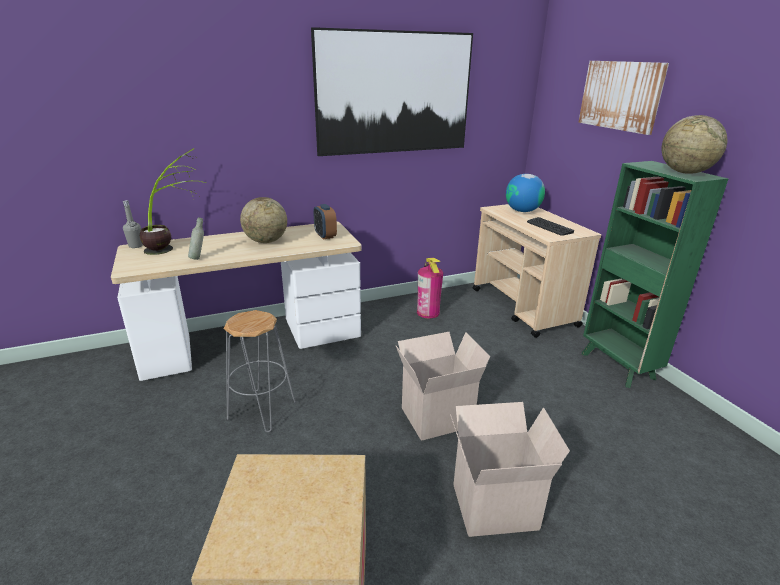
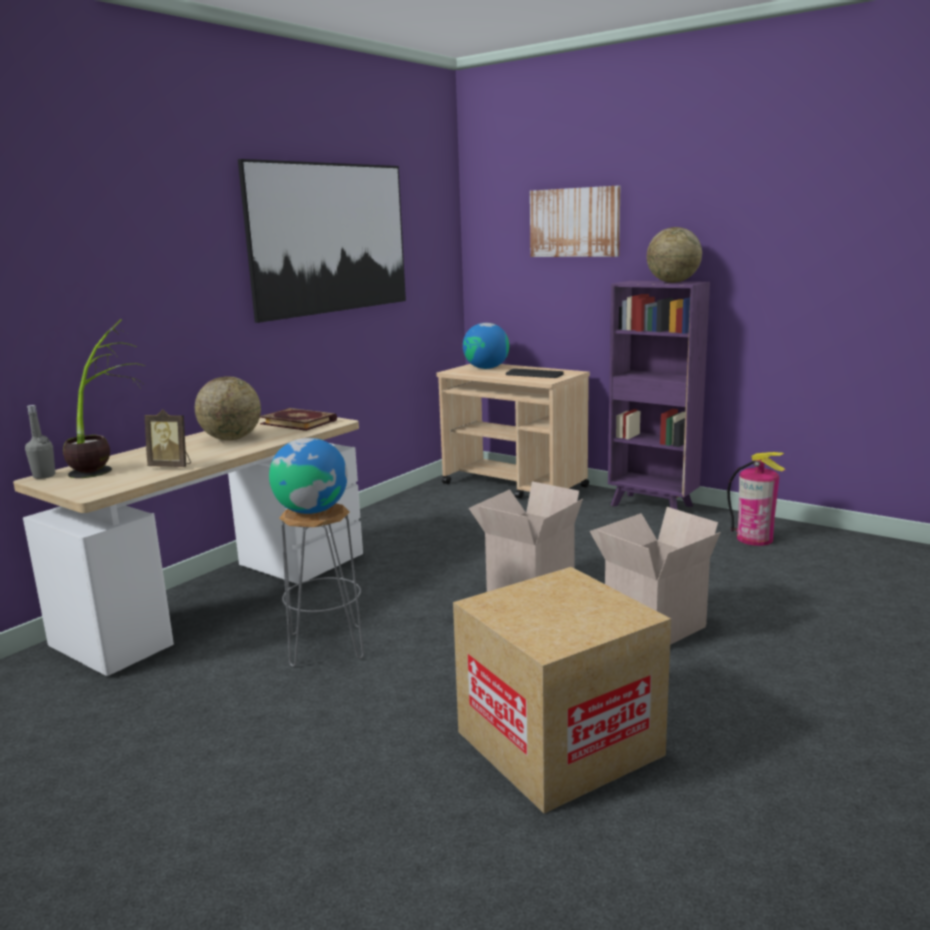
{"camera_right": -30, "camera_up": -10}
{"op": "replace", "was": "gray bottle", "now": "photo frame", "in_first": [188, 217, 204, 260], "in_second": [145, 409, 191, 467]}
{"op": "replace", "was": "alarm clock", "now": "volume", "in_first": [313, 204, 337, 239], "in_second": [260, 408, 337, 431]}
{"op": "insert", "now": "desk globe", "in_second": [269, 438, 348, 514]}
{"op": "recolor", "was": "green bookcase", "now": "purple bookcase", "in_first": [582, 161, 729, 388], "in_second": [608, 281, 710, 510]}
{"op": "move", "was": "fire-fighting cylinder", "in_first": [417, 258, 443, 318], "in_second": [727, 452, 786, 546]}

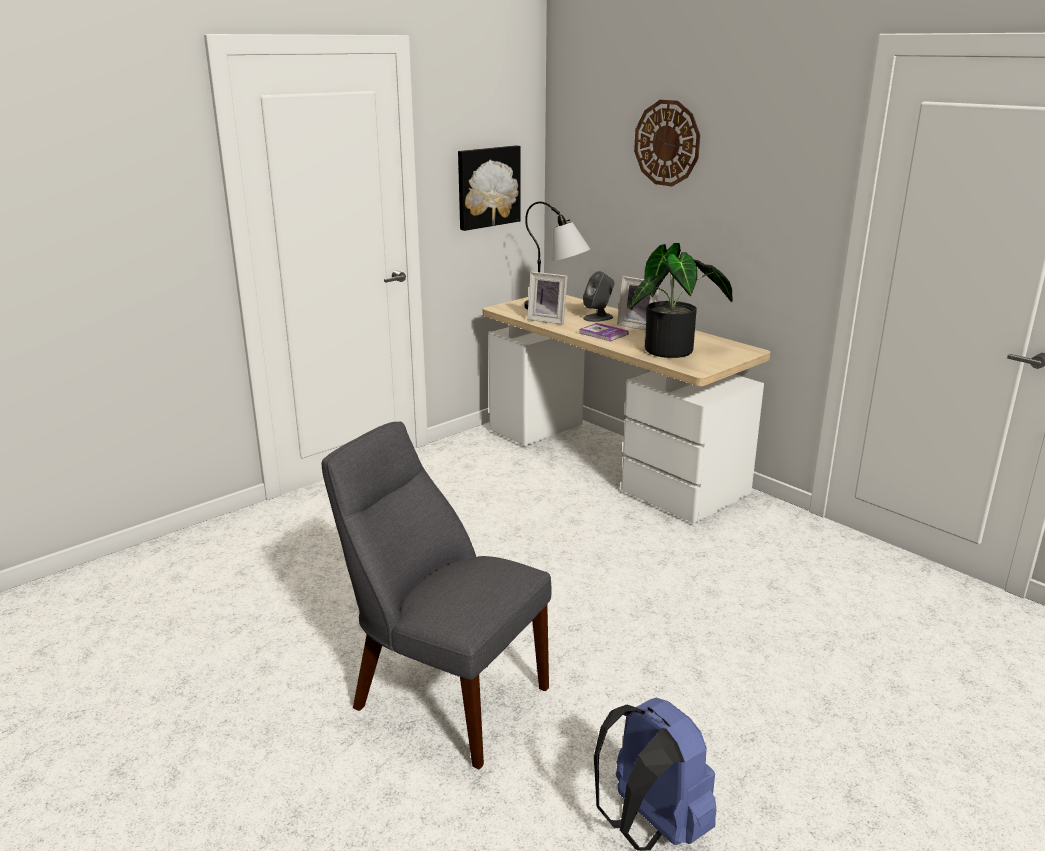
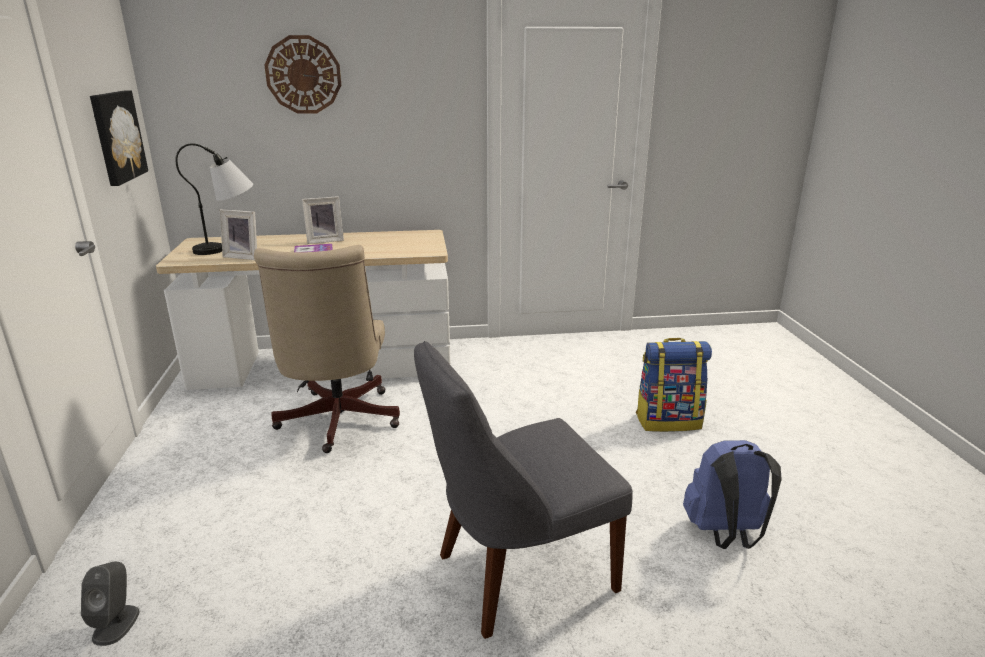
{"camera_right": -55, "camera_up": 0}
{"op": "move", "was": "gray speaker", "in_first": [583, 271, 615, 322], "in_second": [81, 562, 140, 646]}
{"op": "rotate", "was": "photo frame", "in_first": [527, 271, 568, 325], "in_second": [219, 209, 257, 260], "clockwise": 45}
{"op": "insert", "now": "beige-coloured desk chair", "in_second": [254, 245, 400, 453]}
{"op": "insert", "now": "backpack", "in_second": [636, 338, 712, 432]}
{"op": "delete", "was": "potted plant", "in_first": [631, 243, 733, 358]}

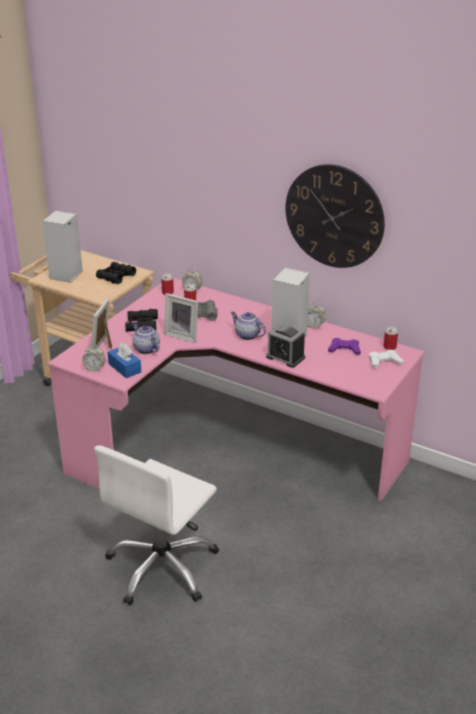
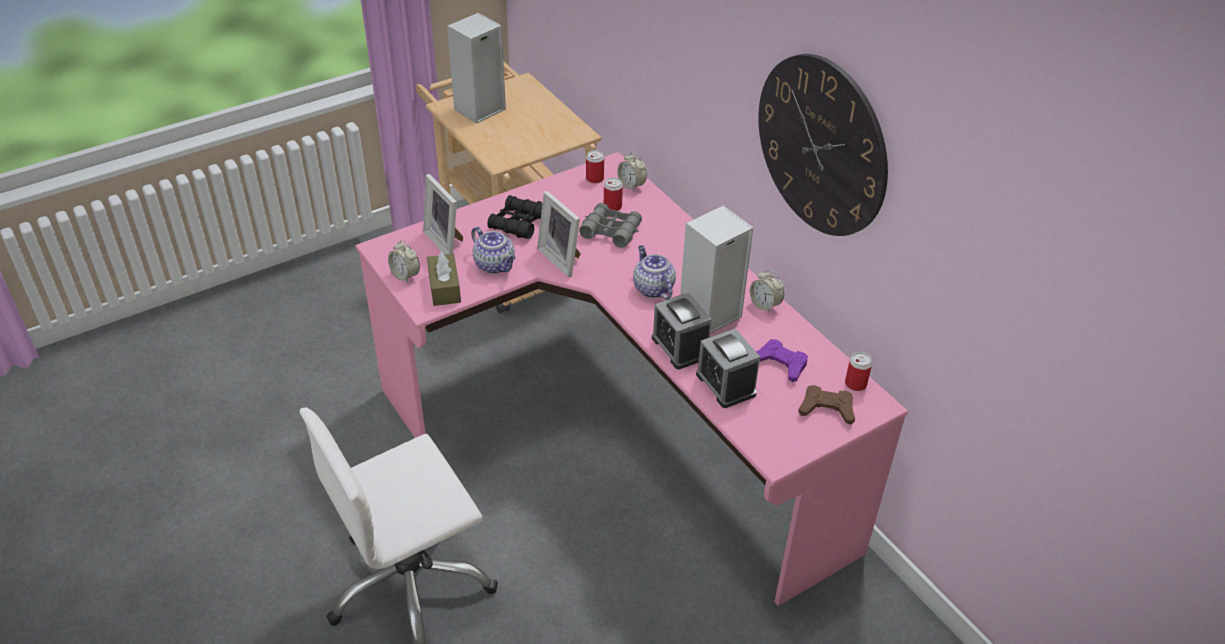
{"camera_right": 25, "camera_up": 10}
{"op": "rotate", "was": "photo frame", "in_first": [91, 298, 112, 349], "in_second": [423, 174, 463, 255], "clockwise": -75}
{"op": "recolor", "was": "bluish box of tissues", "now": "brown box of tissues", "in_first": [108, 343, 141, 378], "in_second": [427, 251, 461, 306]}
{"op": "rotate", "was": "tea pot", "in_first": [132, 323, 160, 354], "in_second": [471, 227, 515, 274], "clockwise": 150}
{"op": "insert", "now": "alarm clock", "in_second": [696, 328, 760, 408]}
{"op": "recolor", "was": "whitish game controller", "now": "brown game controller", "in_first": [369, 350, 404, 368], "in_second": [798, 385, 855, 425]}
{"op": "delete", "was": "blackish binoculars", "in_first": [96, 262, 136, 284]}

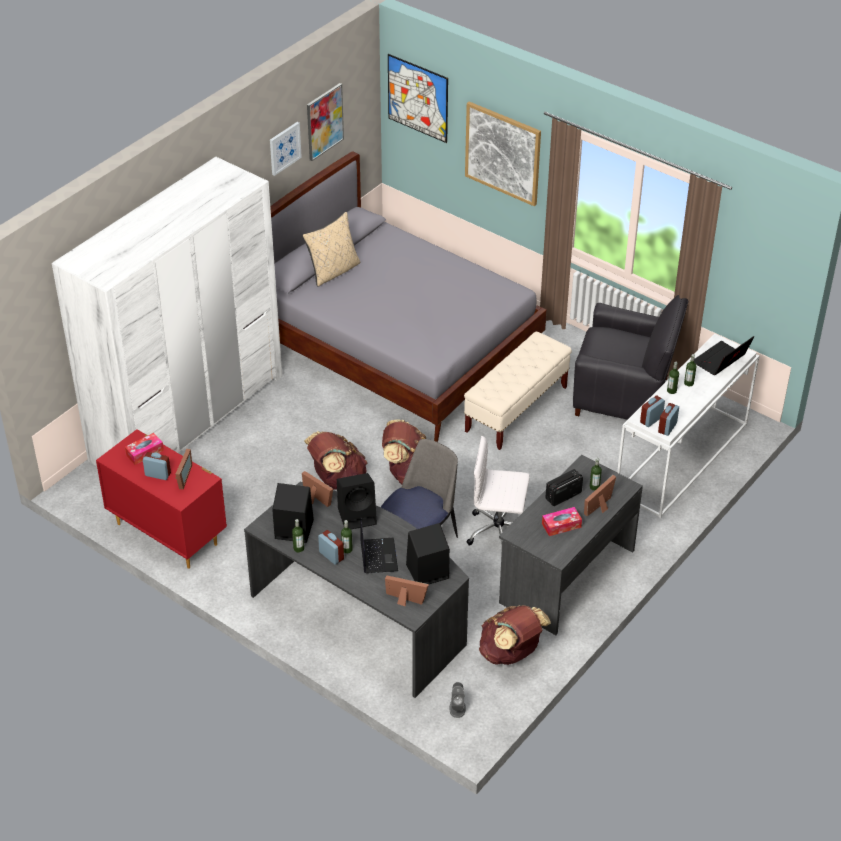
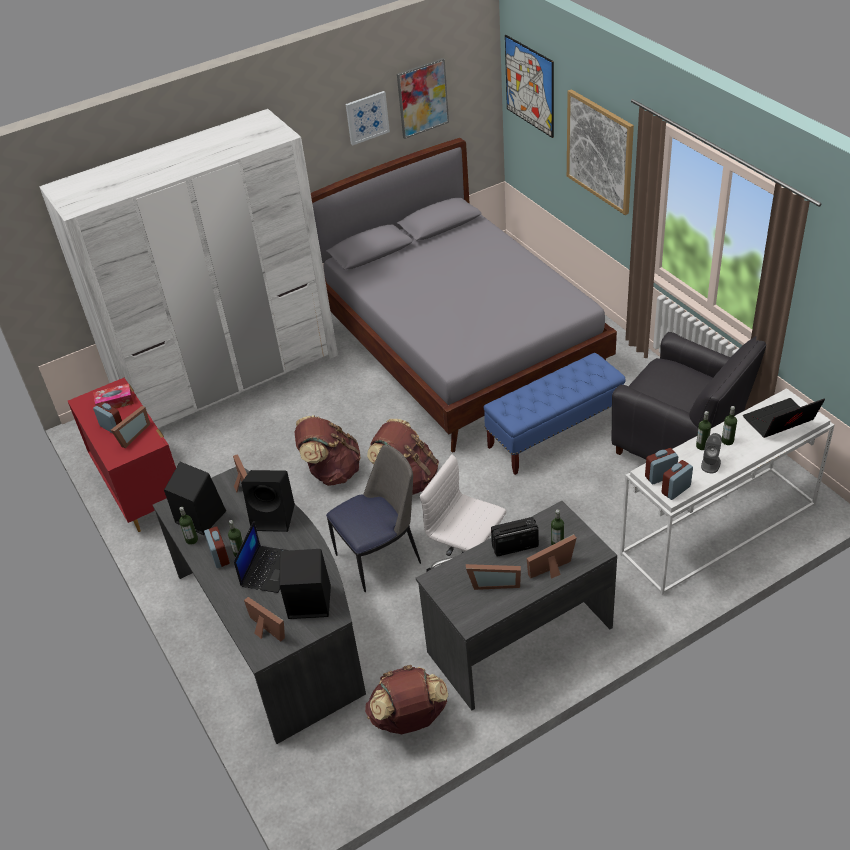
{"camera_right": 25, "camera_up": 0}
{"op": "replace", "was": "box of tissues", "now": "photo frame", "in_first": [542, 507, 582, 536], "in_second": [466, 564, 521, 590]}
{"op": "recolor", "was": "beige-coloured indoor bench", "now": "bluish indoor bench", "in_first": [464, 332, 572, 450], "in_second": [484, 353, 626, 475]}
{"op": "move", "was": "gray speaker", "in_first": [450, 682, 465, 718], "in_second": [701, 433, 722, 473]}
{"op": "delete", "was": "beige-coloured cushion", "in_first": [303, 212, 360, 287]}

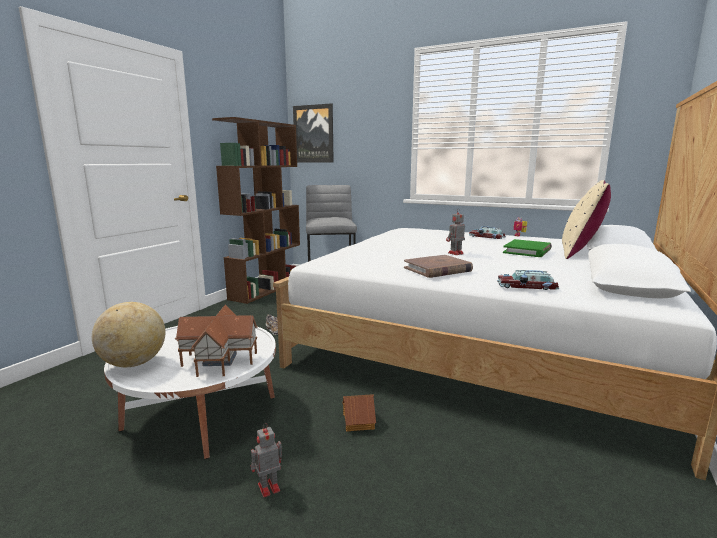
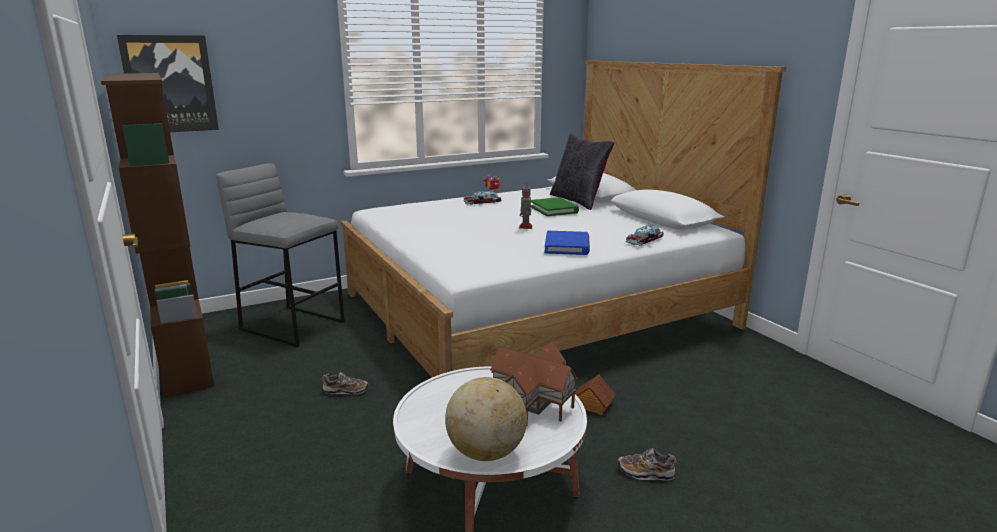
{"camera_right": -55, "camera_up": 5}
{"op": "recolor", "was": "brown volume", "now": "bluish volume", "in_first": [404, 255, 473, 278], "in_second": [545, 231, 590, 255]}
{"op": "recolor", "was": "beige-coloured cushion", "now": "blackish cushion", "in_first": [562, 180, 611, 259], "in_second": [550, 133, 614, 210]}
{"op": "replace", "was": "toy robot", "now": "low shoe", "in_first": [251, 423, 282, 497], "in_second": [618, 448, 677, 481]}

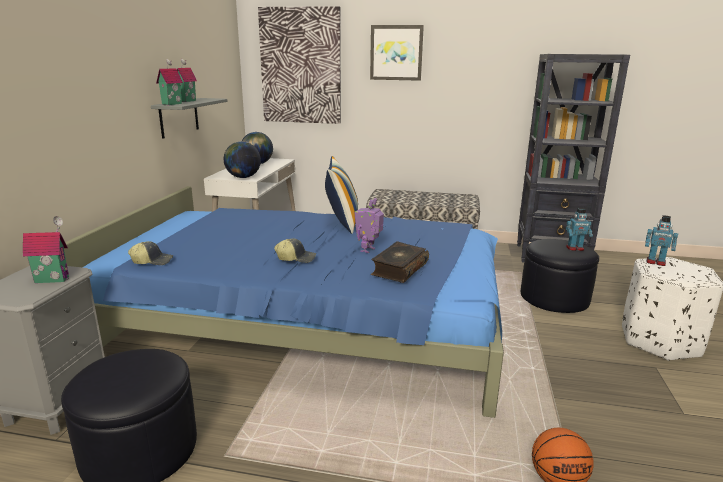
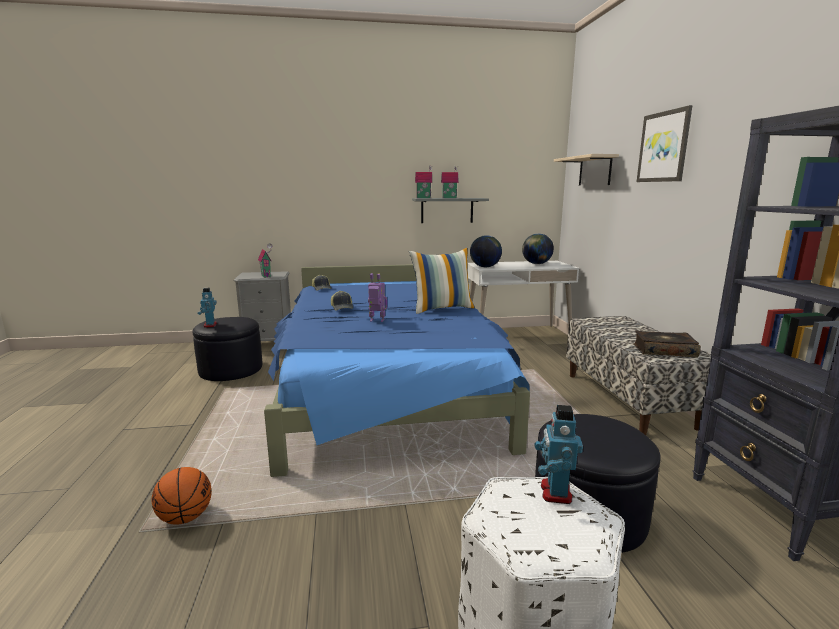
{"camera_right": 70, "camera_up": -5}
{"op": "move", "was": "toy robot", "in_first": [566, 208, 593, 251], "in_second": [198, 288, 217, 328]}
{"op": "replace", "was": "picture", "now": "beige-coloured bracket shelf", "in_first": [258, 6, 341, 124], "in_second": [554, 154, 619, 186]}
{"op": "move", "was": "volume", "in_first": [371, 242, 429, 283], "in_second": [634, 331, 701, 358]}

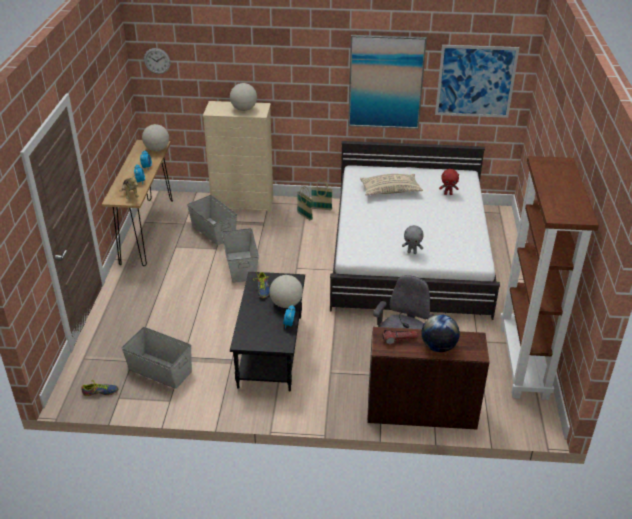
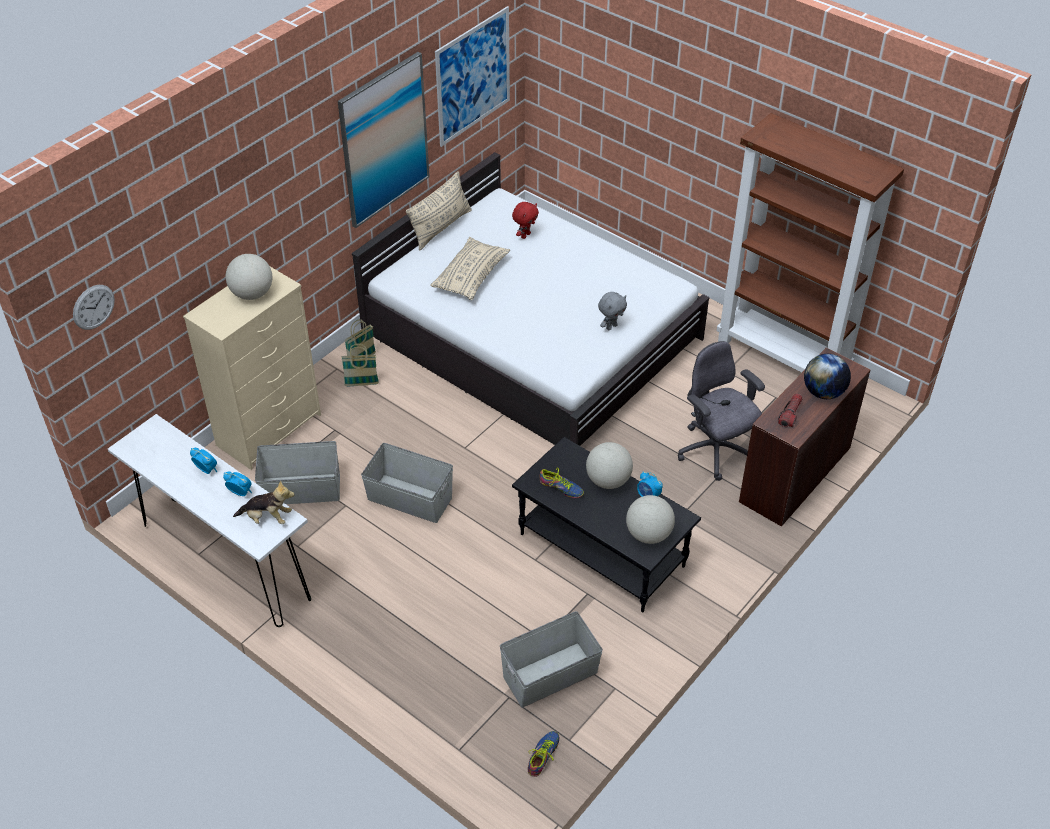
{"camera_right": -55, "camera_up": 10}
{"op": "recolor", "was": "brown narrow table", "now": "whitish narrow table", "in_first": [101, 140, 173, 266], "in_second": [108, 414, 311, 627]}
{"op": "insert", "now": "beige-coloured cushion", "in_second": [406, 171, 472, 250]}
{"op": "move", "was": "desk globe", "in_first": [142, 124, 169, 151], "in_second": [626, 495, 675, 544]}

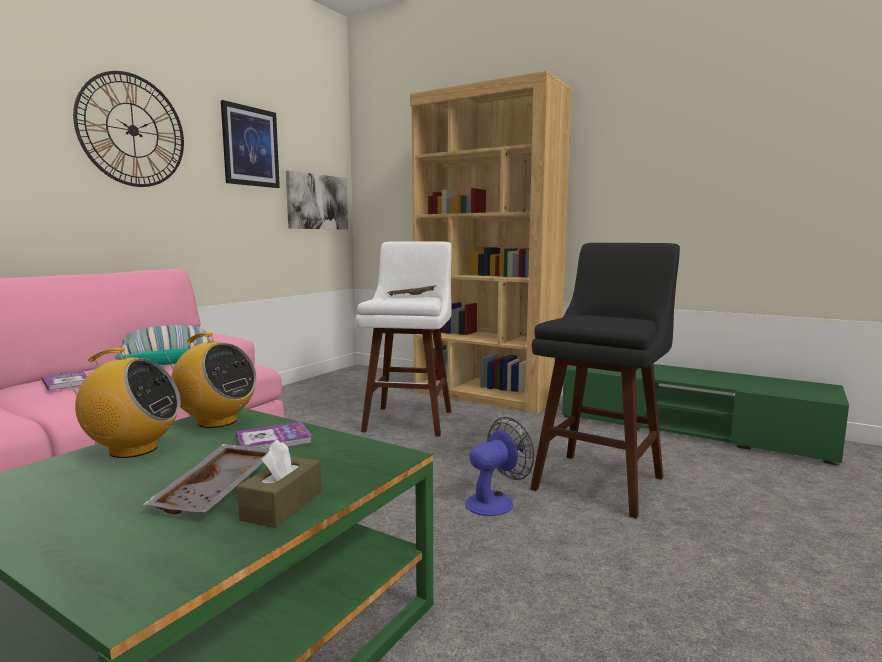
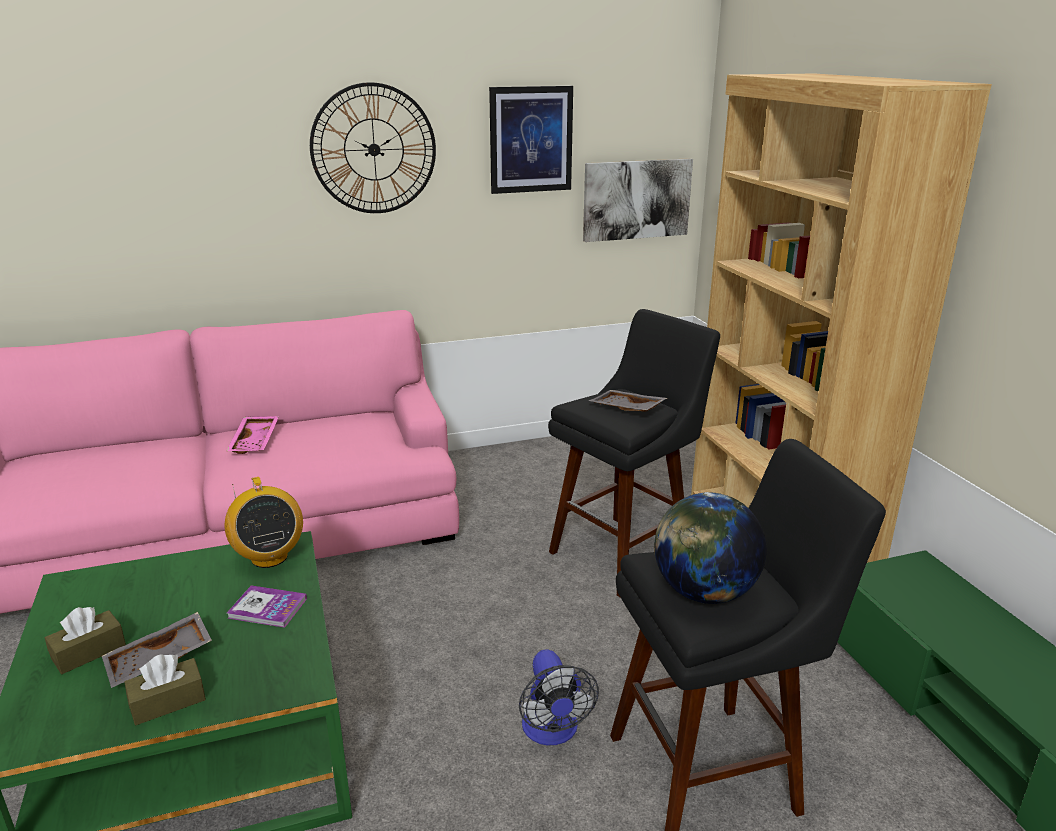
{"camera_right": 40, "camera_up": 15}
{"op": "insert", "now": "brown box of tissues", "in_second": [45, 607, 126, 674]}
{"op": "replace", "was": "volume", "now": "pinkish serving tray", "in_first": [42, 371, 87, 391], "in_second": [226, 416, 279, 454]}
{"op": "rotate", "was": "electric fan", "in_first": [465, 417, 534, 516], "in_second": [519, 650, 599, 745], "clockwise": 75}
{"op": "recolor", "was": "whitish stool seat", "now": "blackish stool seat", "in_first": [356, 241, 452, 437], "in_second": [548, 309, 720, 598]}
{"op": "insert", "now": "desk globe", "in_second": [654, 492, 767, 604]}
{"op": "delete", "was": "radio receiver", "in_first": [60, 348, 181, 458]}
{"op": "delete", "was": "cushion", "in_first": [115, 325, 213, 365]}

